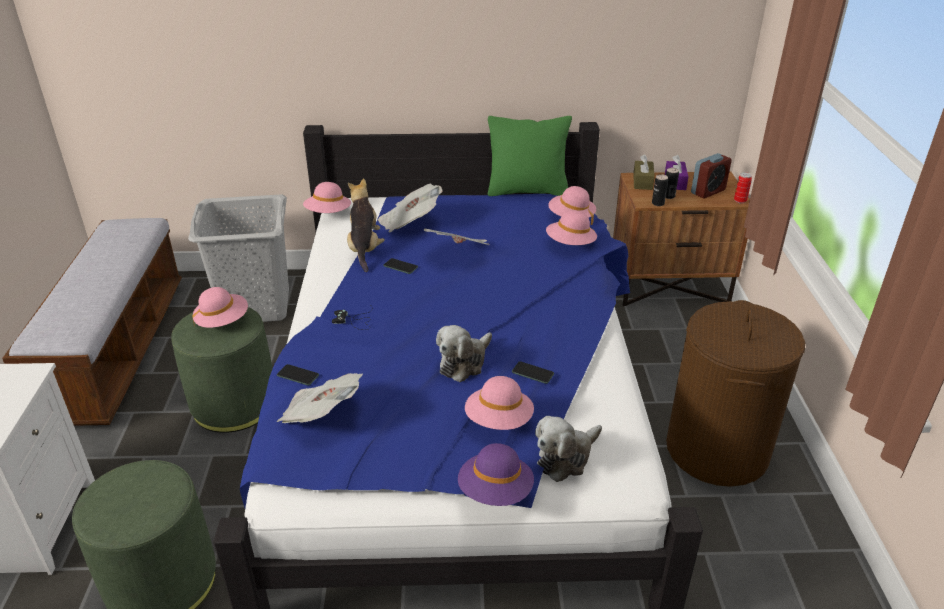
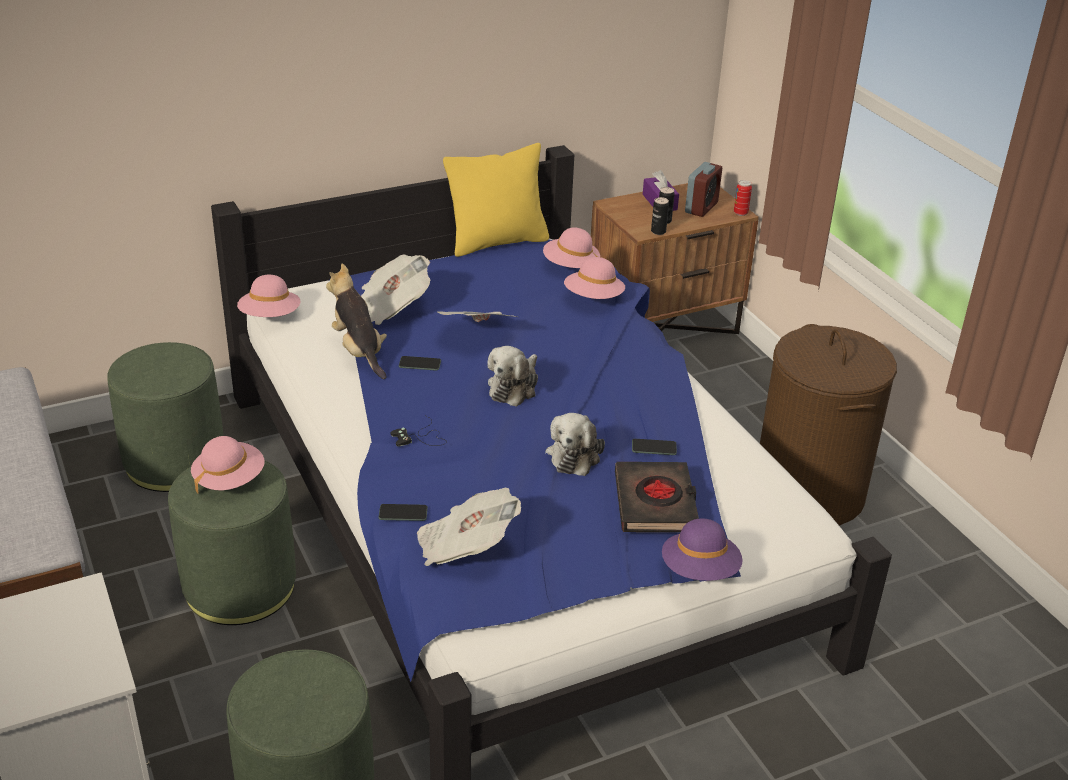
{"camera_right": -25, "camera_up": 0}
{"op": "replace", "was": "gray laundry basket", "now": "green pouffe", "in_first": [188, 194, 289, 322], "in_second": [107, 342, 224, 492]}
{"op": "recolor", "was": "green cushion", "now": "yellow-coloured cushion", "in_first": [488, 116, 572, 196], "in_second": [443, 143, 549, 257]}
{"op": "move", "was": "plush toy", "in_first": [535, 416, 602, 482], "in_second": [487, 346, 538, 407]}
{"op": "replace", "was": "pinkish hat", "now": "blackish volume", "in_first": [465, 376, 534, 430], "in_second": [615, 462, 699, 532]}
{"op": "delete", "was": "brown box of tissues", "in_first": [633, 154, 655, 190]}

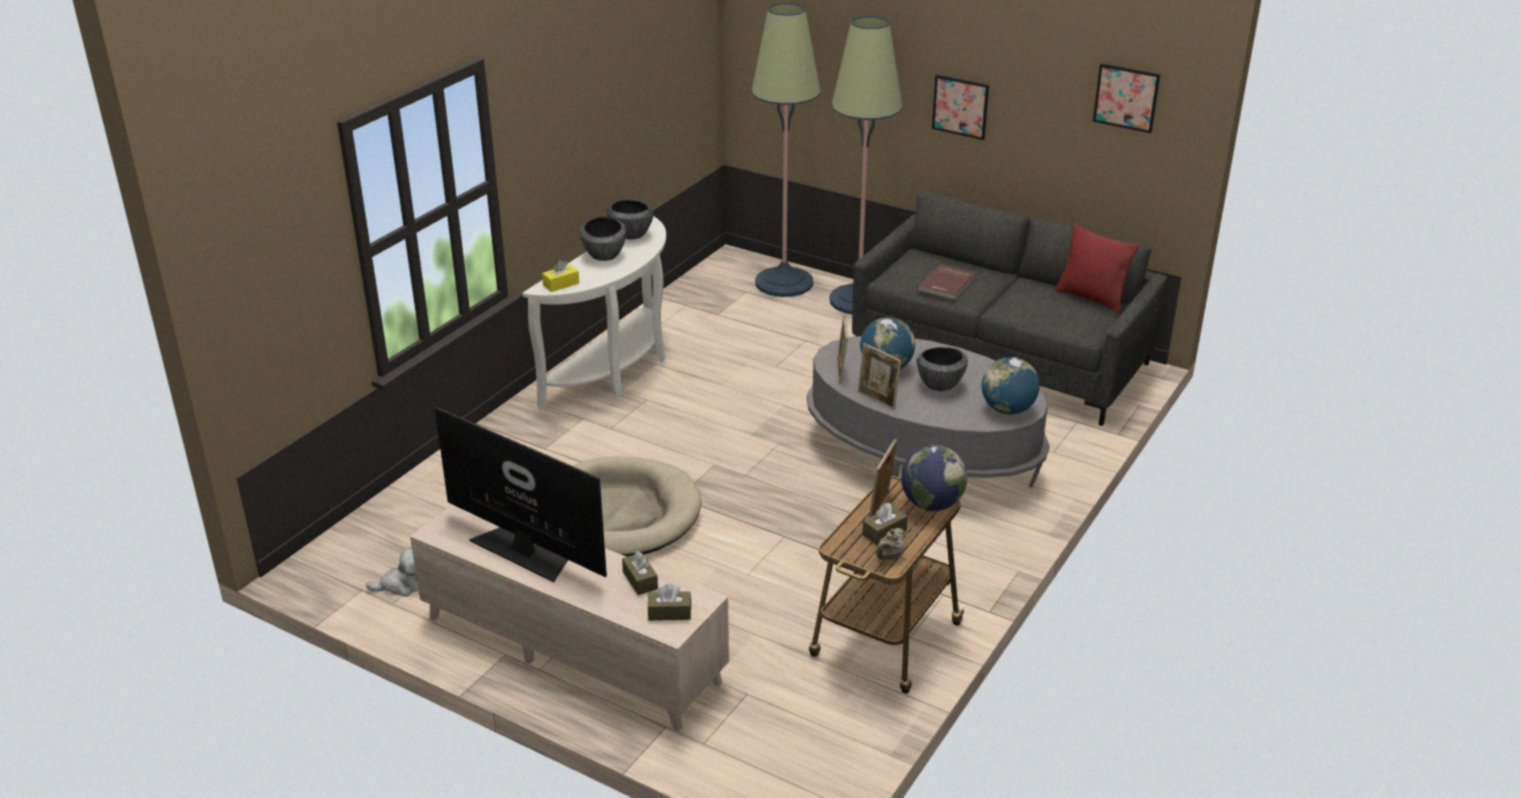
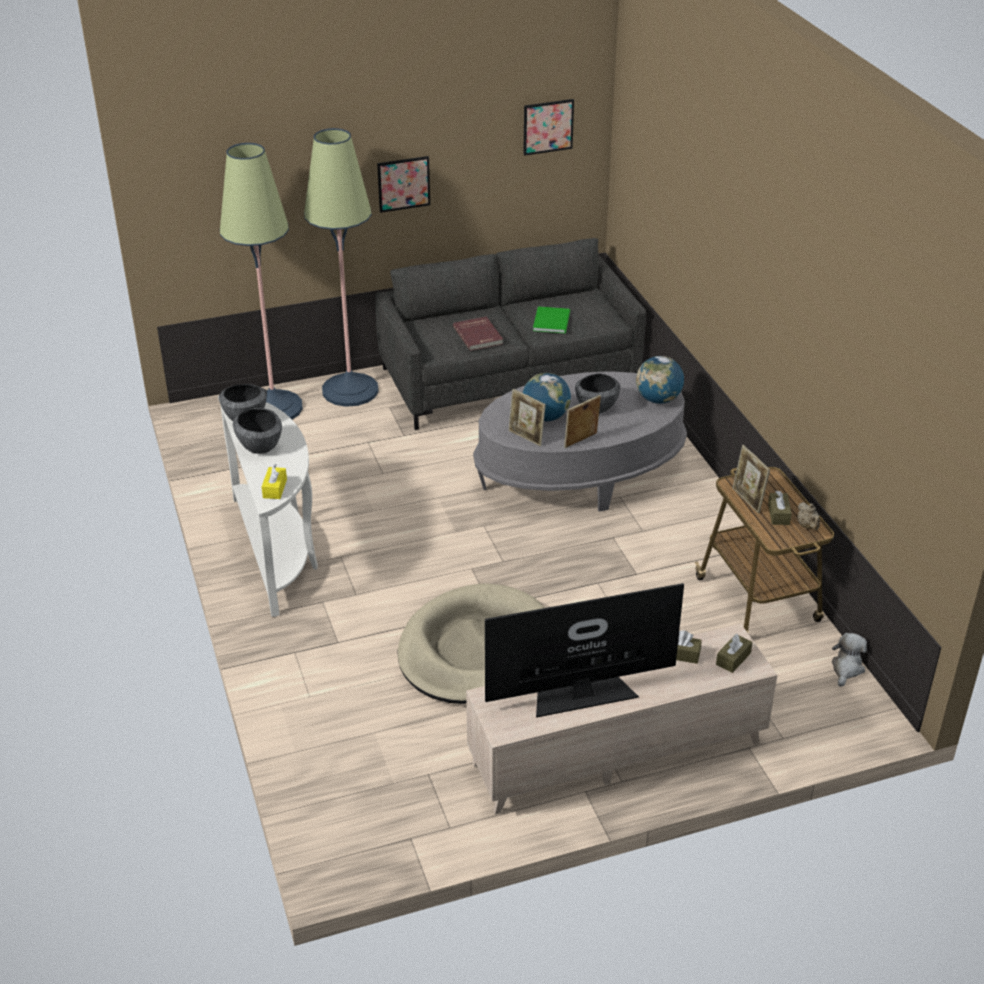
{"camera_right": -50, "camera_up": 5}
{"op": "insert", "now": "green volume", "in_second": [533, 306, 570, 333]}
{"op": "rotate", "was": "photo frame", "in_first": [858, 343, 901, 410], "in_second": [564, 395, 601, 448], "clockwise": 150}
{"op": "move", "was": "plush toy", "in_first": [366, 548, 419, 597], "in_second": [832, 633, 867, 687]}
{"op": "delete", "was": "desk globe", "in_first": [901, 445, 967, 511]}
{"op": "delete", "was": "reddish cushion", "in_first": [1055, 224, 1139, 313]}

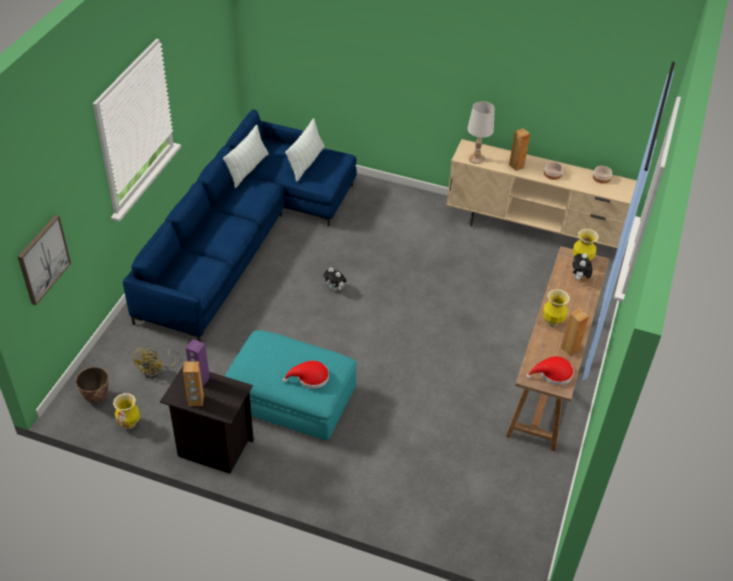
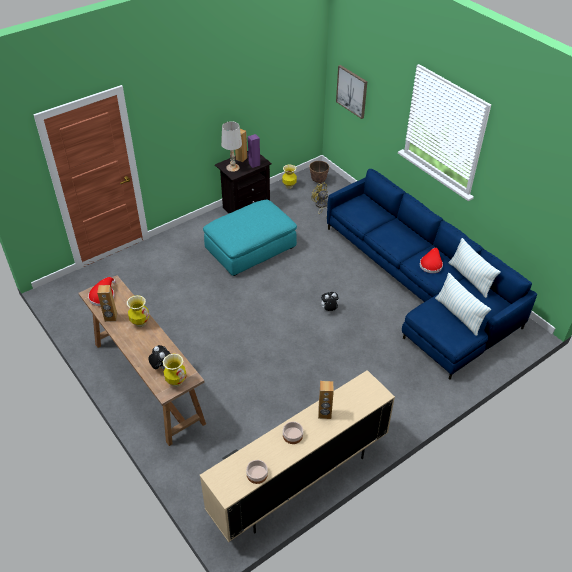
{"camera_right": 125, "camera_up": 0}
{"op": "move", "was": "whitish lamp for a table", "in_first": [467, 101, 495, 164], "in_second": [221, 121, 242, 172]}
{"op": "move", "was": "reddish hat", "in_first": [283, 361, 329, 389], "in_second": [420, 248, 443, 273]}

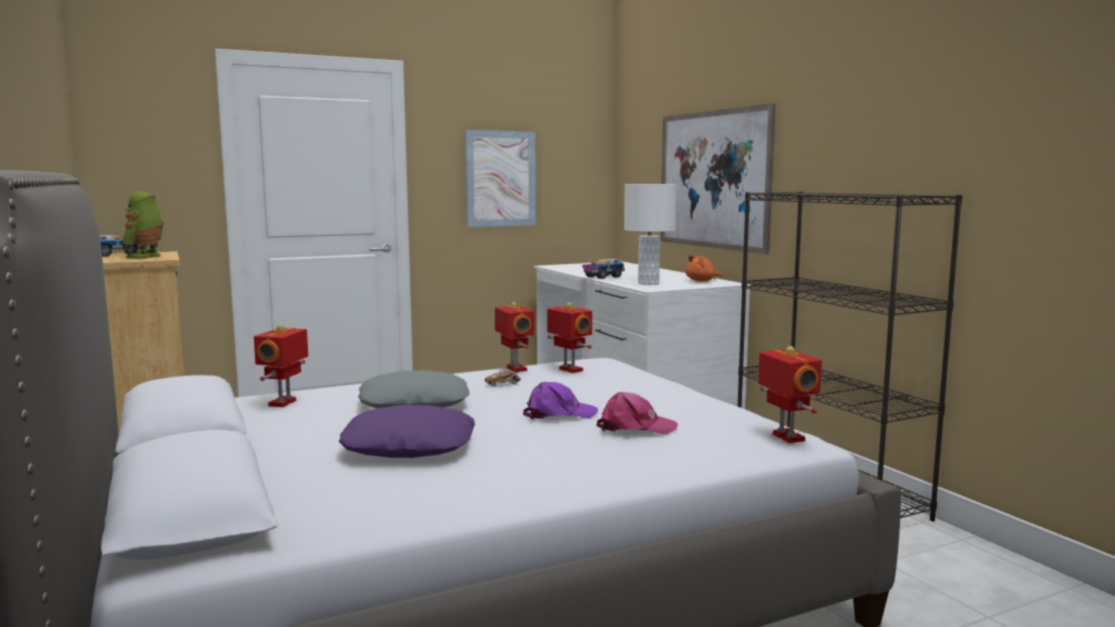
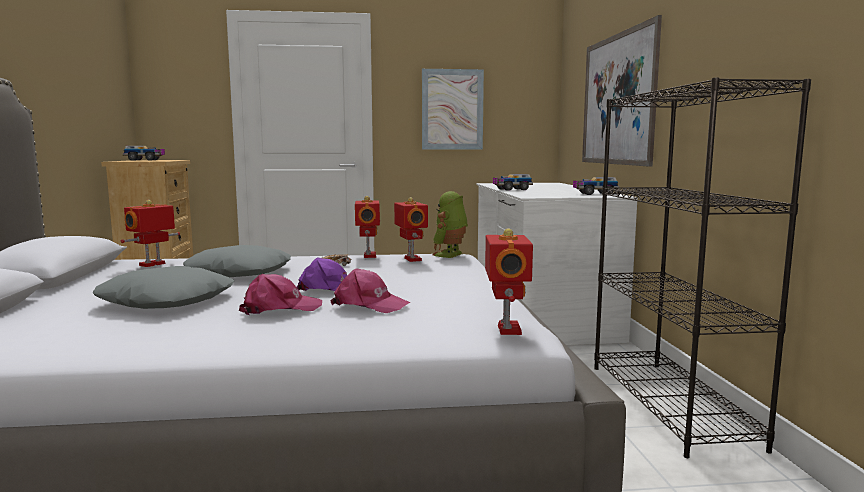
{"camera_right": 20, "camera_up": 0}
{"op": "recolor", "was": "purple cushion", "now": "gray cushion", "in_first": [339, 405, 475, 458], "in_second": [93, 266, 235, 309]}
{"op": "insert", "now": "pinkish cap", "in_second": [239, 274, 322, 315]}
{"op": "move", "was": "toy robot", "in_first": [122, 191, 164, 259], "in_second": [433, 191, 468, 258]}
{"op": "replace", "was": "orangey plush toy", "now": "toy lorry", "in_first": [685, 254, 723, 281], "in_second": [573, 177, 619, 195]}
{"op": "delete", "was": "whitish lamp for a table", "in_first": [624, 184, 677, 285]}

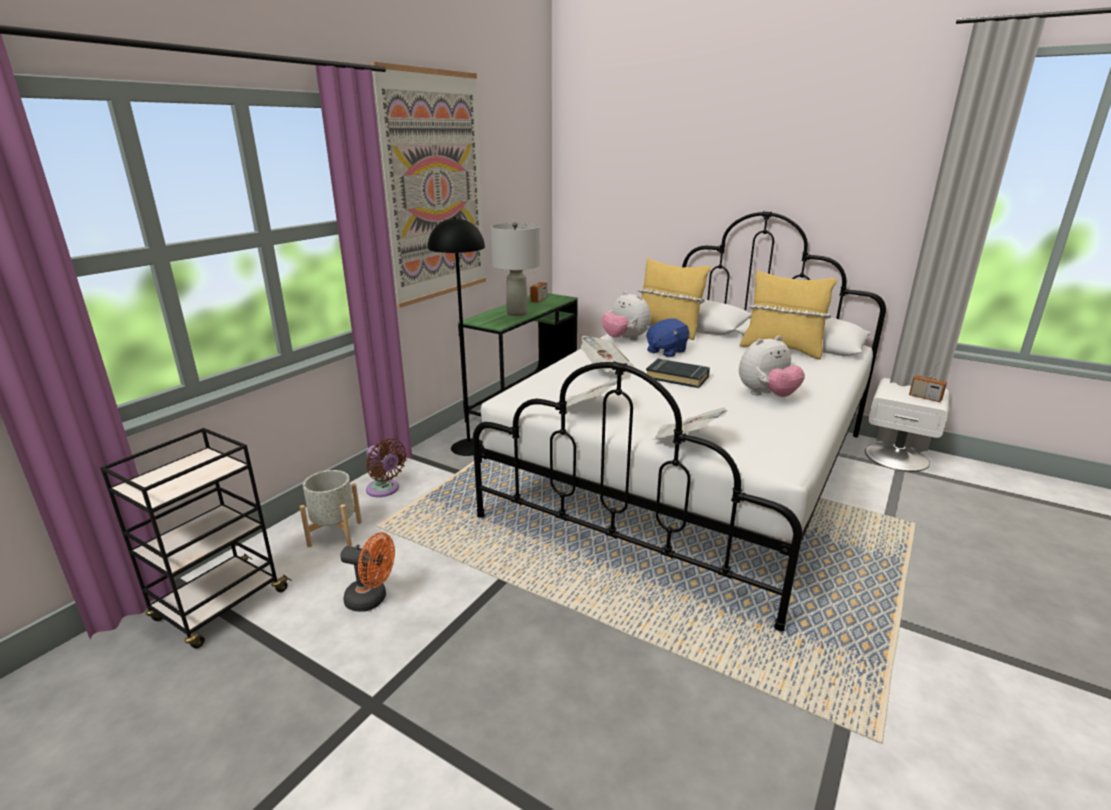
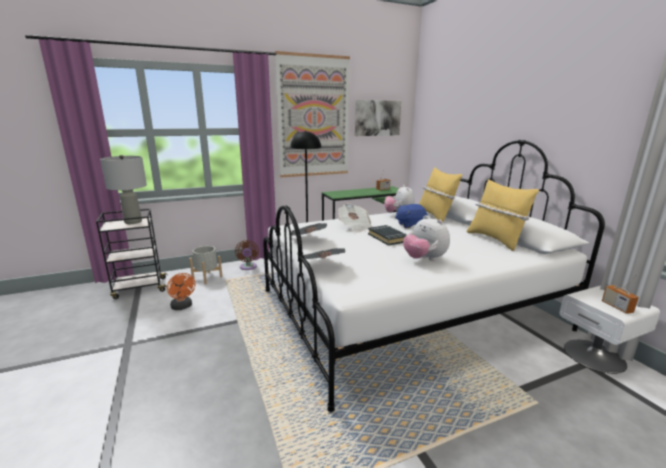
{"camera_right": 35, "camera_up": -5}
{"op": "move", "was": "gray lamp for a table", "in_first": [491, 222, 540, 316], "in_second": [100, 155, 147, 224]}
{"op": "insert", "now": "picture", "in_second": [355, 100, 402, 136]}
{"op": "rotate", "was": "plush toy", "in_first": [739, 336, 805, 397], "in_second": [403, 215, 450, 261], "clockwise": 45}

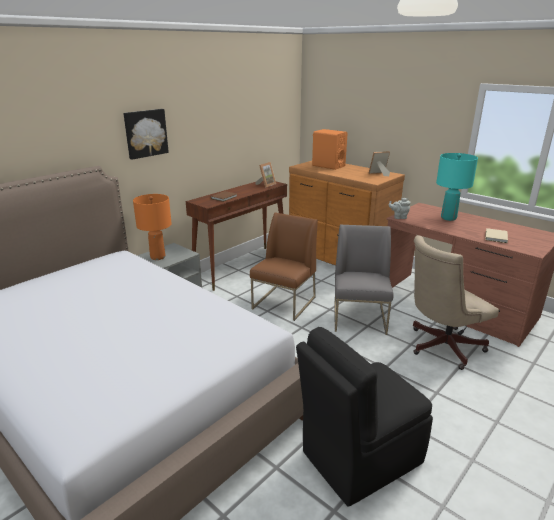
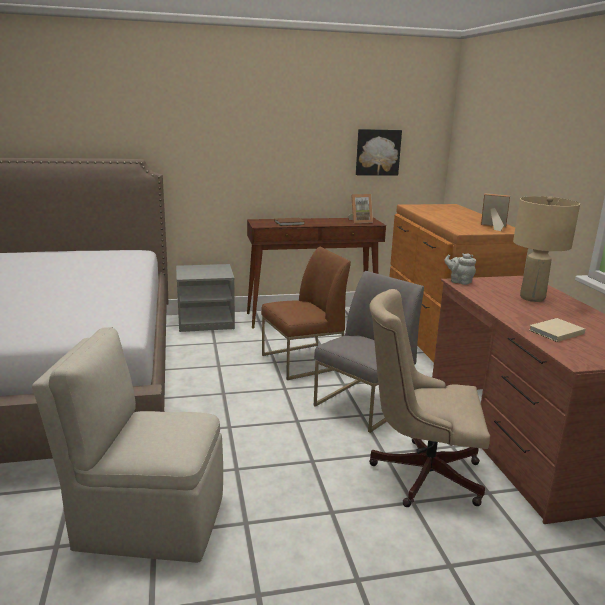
{"camera_right": 35, "camera_up": -5}
{"op": "recolor", "was": "blackish upright chair", "now": "beige-coloured upright chair", "in_first": [296, 327, 433, 507], "in_second": [32, 327, 223, 563]}
{"op": "move", "was": "picture", "in_first": [123, 109, 169, 160], "in_second": [356, 129, 402, 175]}
{"op": "recolor", "was": "turquoise lamp for a table", "now": "beige-coloured lamp for a table", "in_first": [436, 153, 478, 221], "in_second": [513, 196, 580, 302]}
{"op": "delete", "was": "orangey lamp for a table", "in_first": [133, 194, 172, 260]}
{"op": "delete", "was": "orangey speaker", "in_first": [312, 129, 348, 170]}

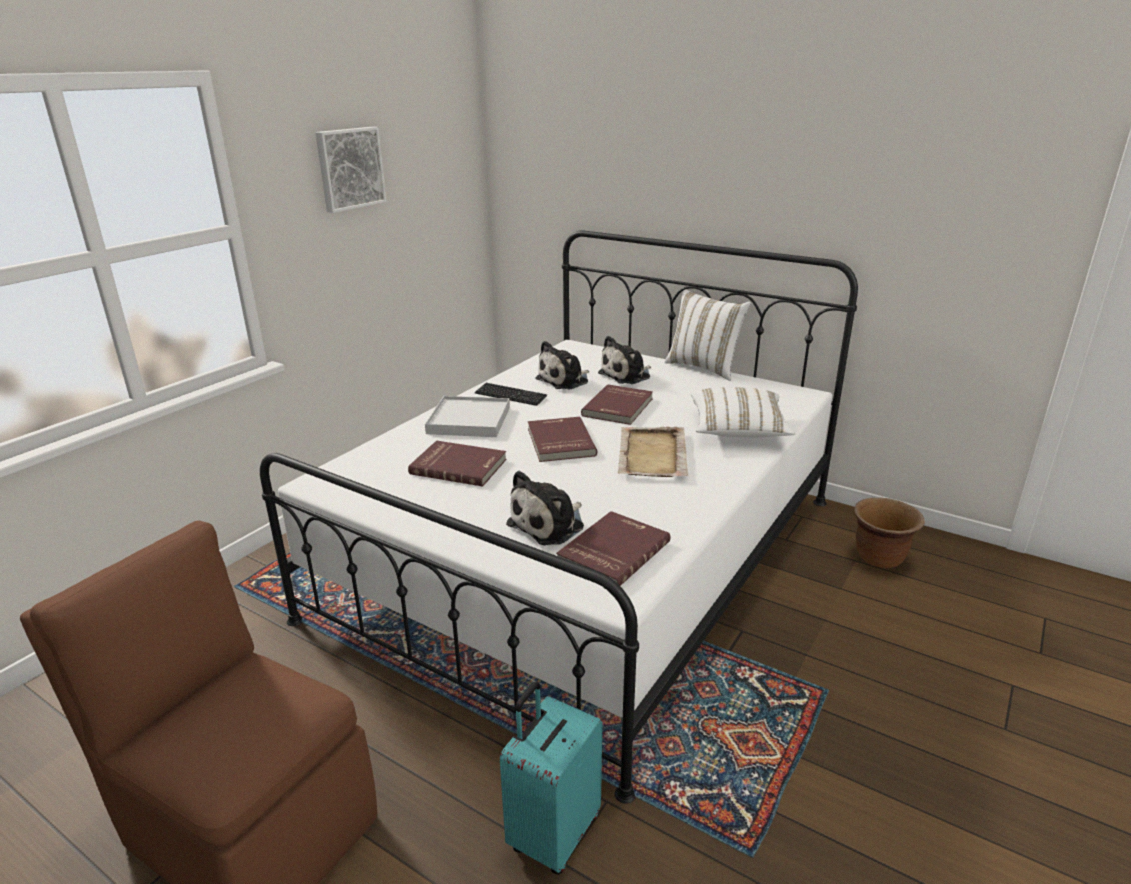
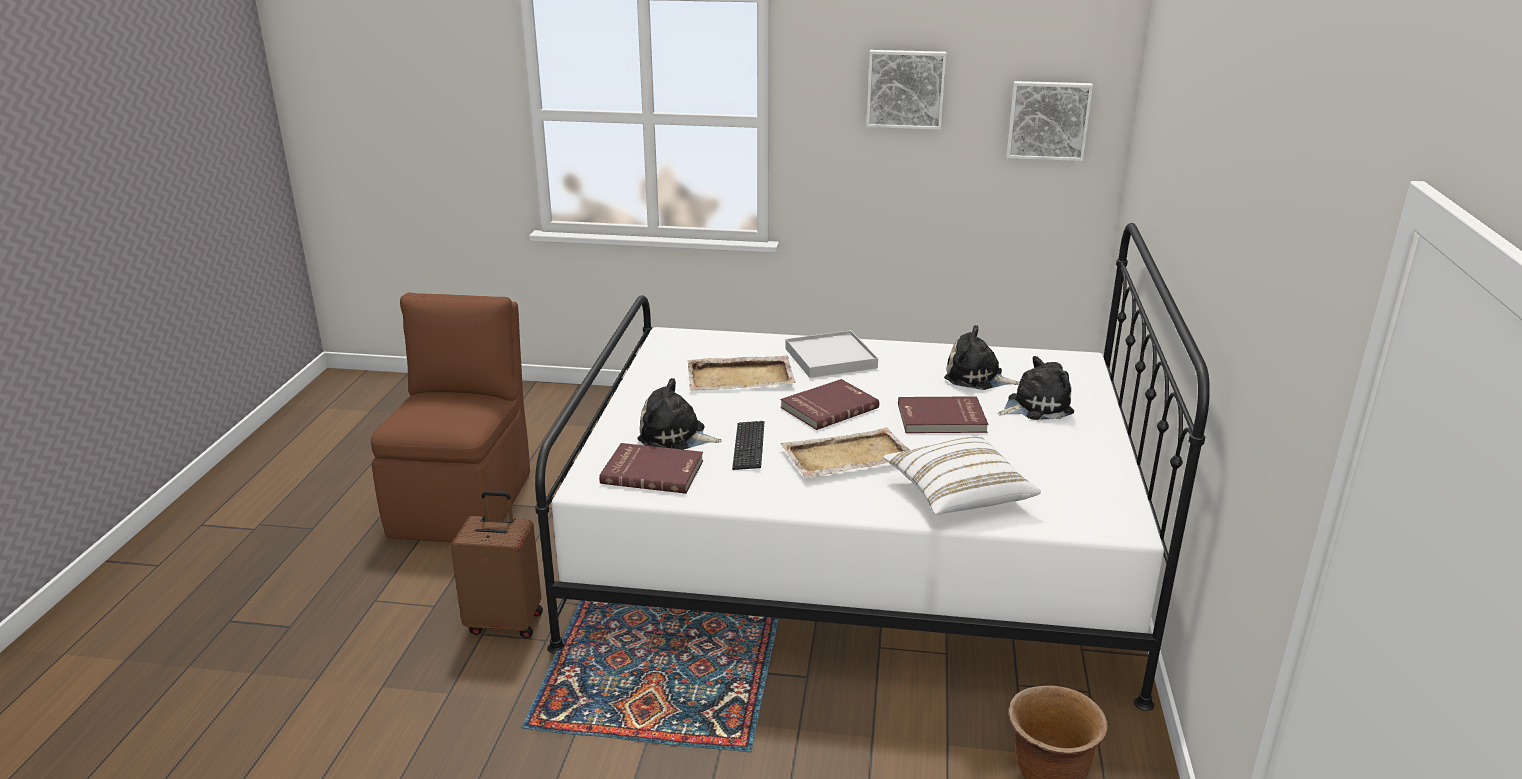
{"camera_right": 65, "camera_up": 0}
{"op": "recolor", "was": "turquoise piece of luggage", "now": "brown piece of luggage", "in_first": [500, 682, 602, 875], "in_second": [450, 491, 543, 639]}
{"op": "replace", "was": "reddish volume", "now": "beige-coloured serving tray", "in_first": [408, 441, 507, 487], "in_second": [687, 356, 795, 391]}
{"op": "move", "was": "PC keyboard", "in_first": [475, 383, 547, 406], "in_second": [732, 421, 765, 470]}
{"op": "rotate", "was": "plush toy", "in_first": [598, 336, 651, 384], "in_second": [998, 356, 1074, 420], "clockwise": 135}
{"op": "insert", "now": "picture", "in_second": [1007, 81, 1093, 161]}
{"op": "delete", "was": "whitish cushion", "in_first": [665, 289, 751, 381]}

